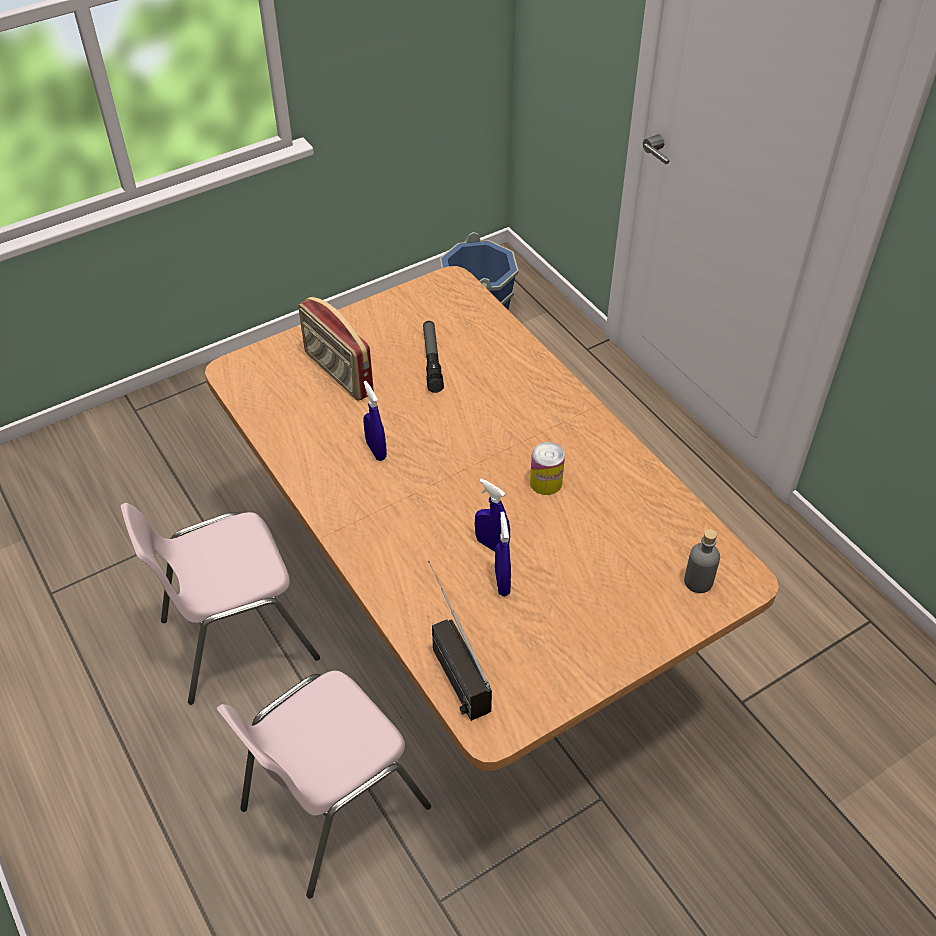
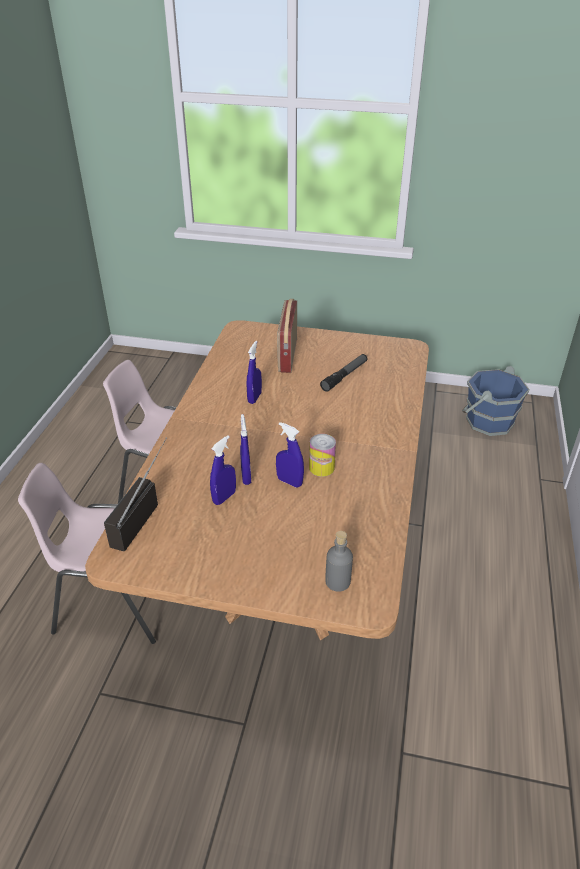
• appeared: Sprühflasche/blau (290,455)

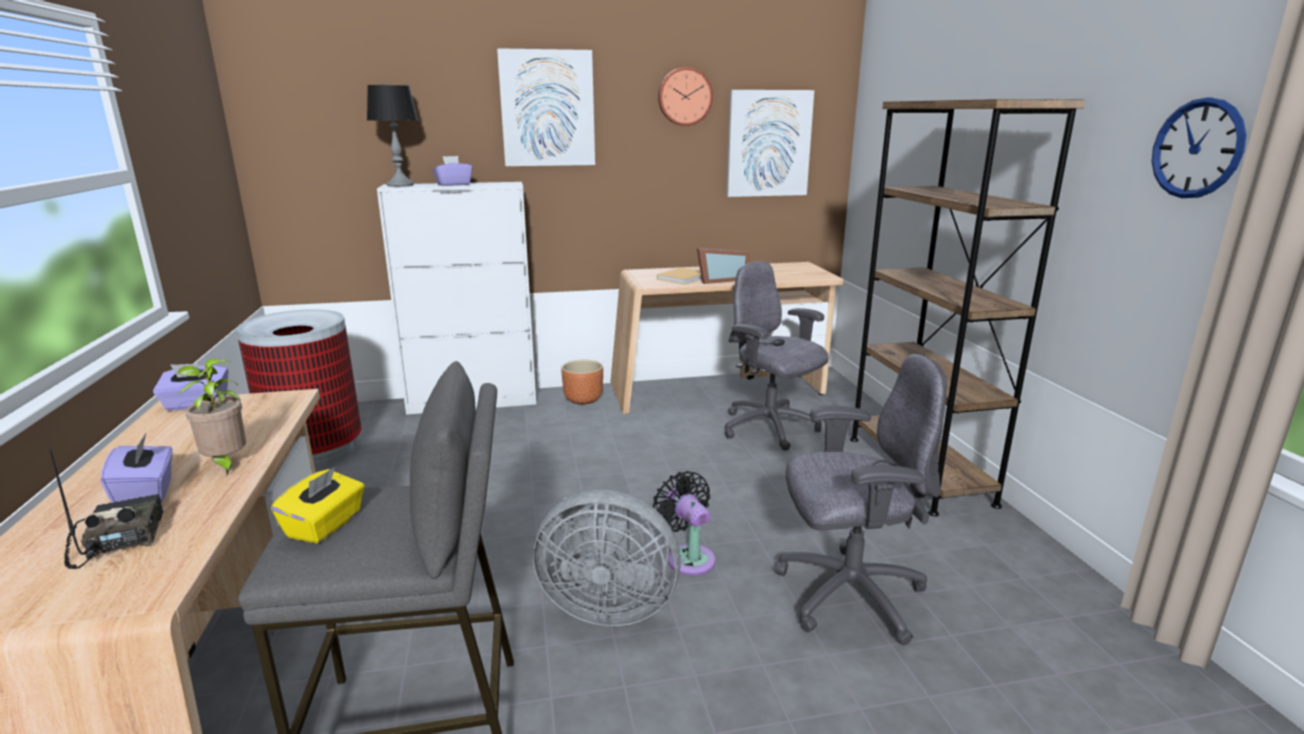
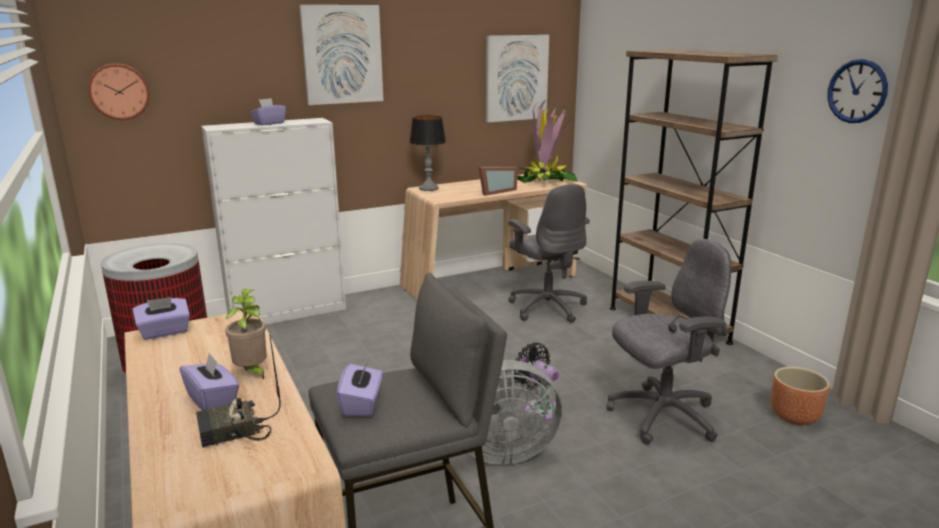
• spun: Radio (105,507) = (238,391) 75 degrees counterclockwise
• colour: Taschentuchbox/gelb (318,505) to Taschentuchbox/lila (360,389)
• relocated: Tischlampe (392,136) to (427,153)
• relocated: Pflanzkübel/braun (582,382) to (800,396)
• missing: Buch/beige (679,276)
• relocated: Wanduhr (685,96) to (119,91)
• spun: Bürostuhl/grau (777,356) = (549,253) 150 degrees counterclockwise
• appeared: Topfpflanze (547,141)

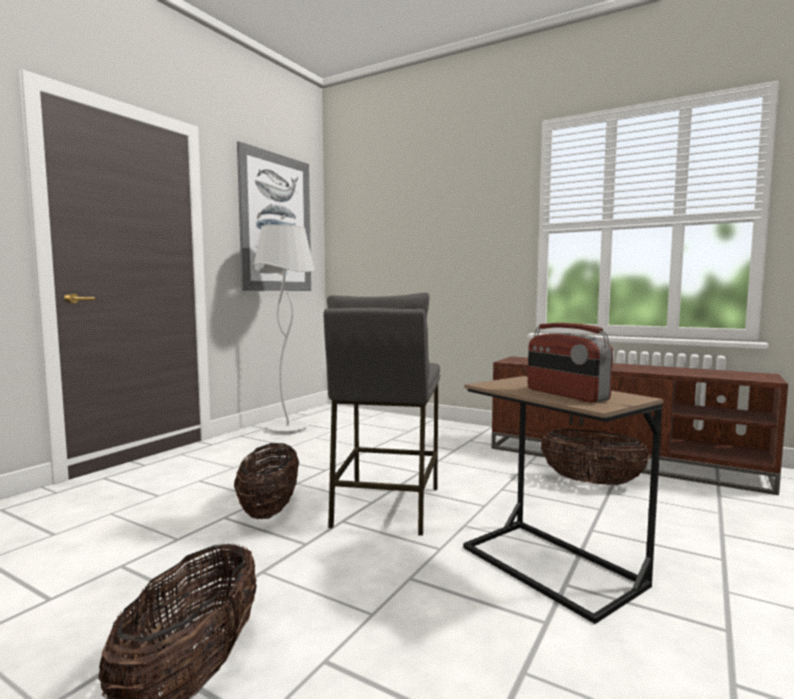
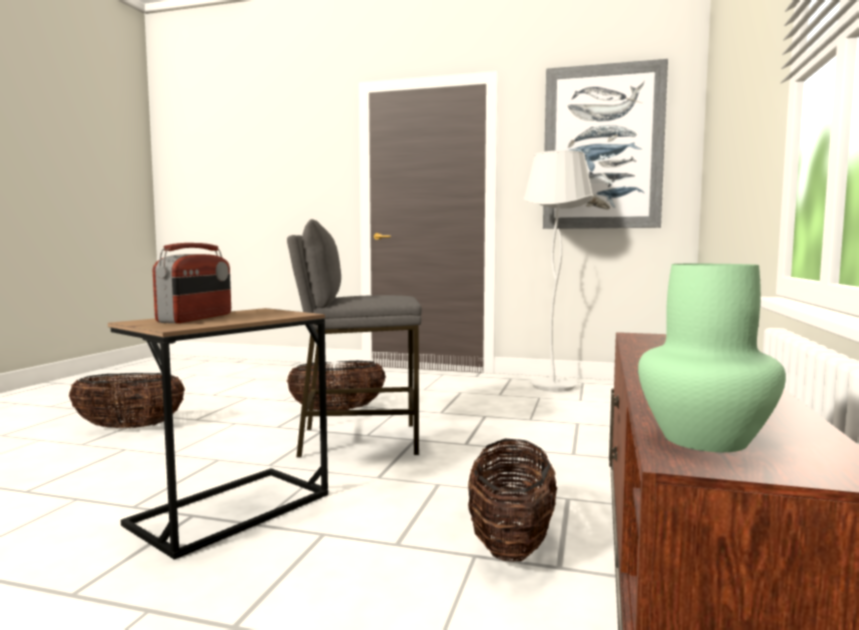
• spun: Radio (570,363) = (192,283) 150 degrees clockwise
• appeared: Vase/grün (712,358)

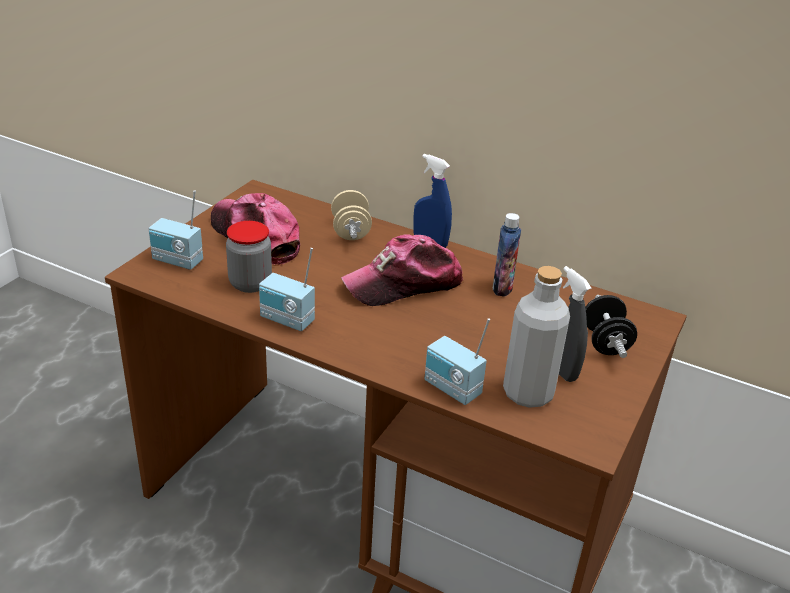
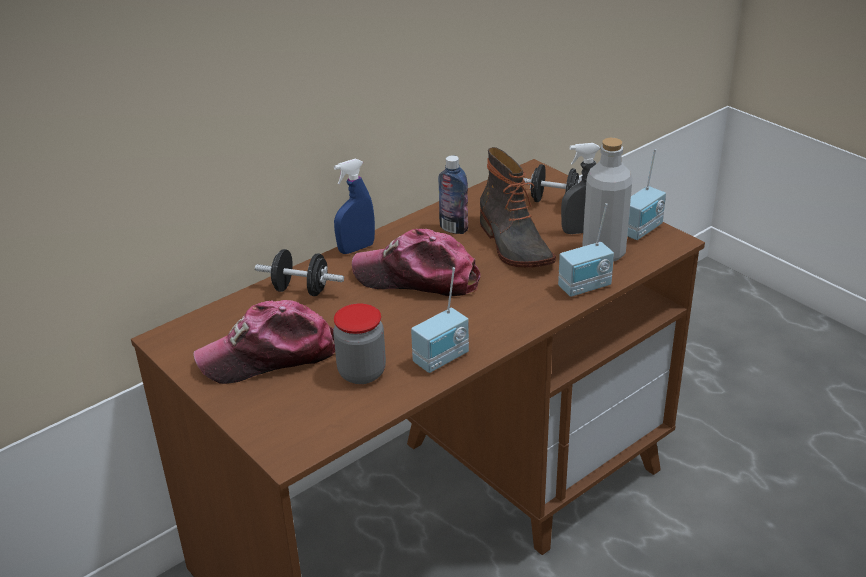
• relocated: Radio (175,230) to (646,194)
• colour: Hantel/beige (351,215) to Hantel/schwarz (299,272)
• spun: Kappe (402,270) = (416,262) 105 degrees clockwise
• appeared: Stiefel (518,207)

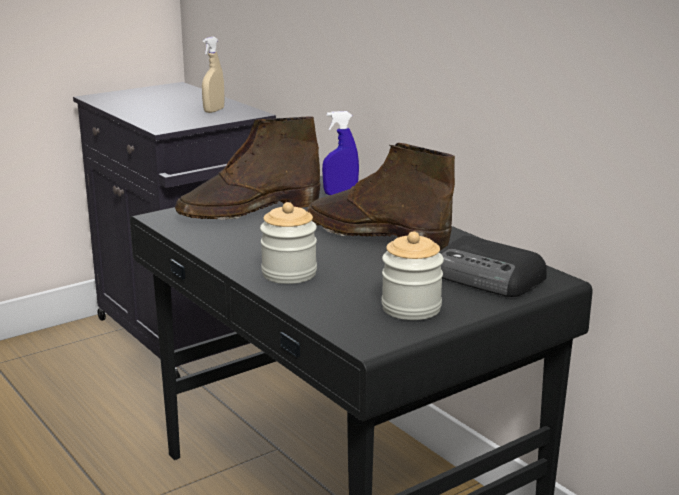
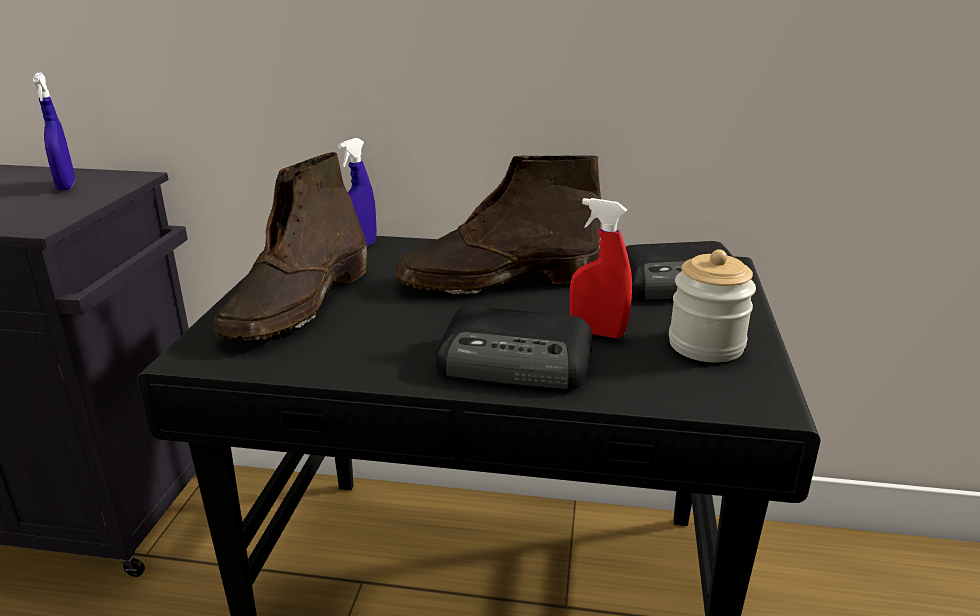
• colour: Sprühflasche/beige (213,75) to Sprühflasche/blau (54,131)
• exchanged: Vorratsglas (288,243) to Radio (514,348)
• appeared: Sprühflasche/rot (601,268)

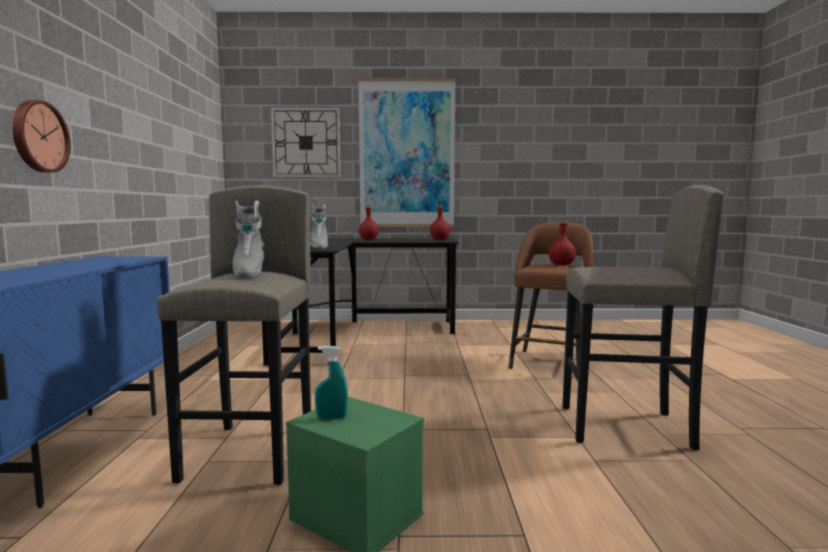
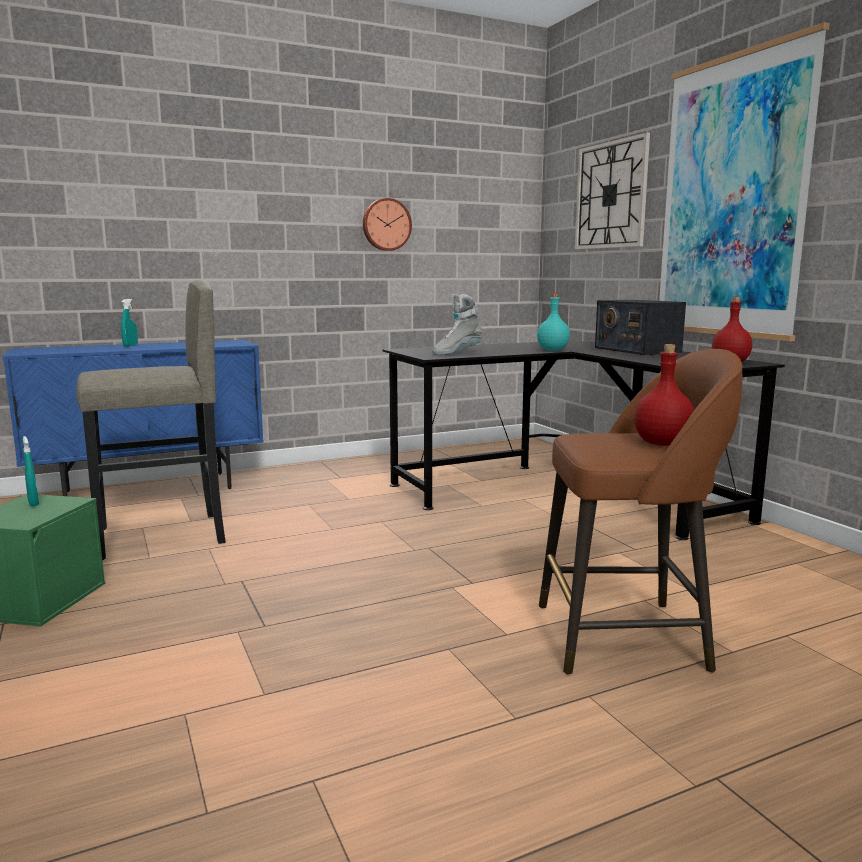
• relocated: Wanduhr (41,136) to (387,224)
• missing: Stiefel/grau (248,239)
• exchanged: Flasche/rot (369,222) to Radio (640,327)
• missing: Hocker/grau (643,317)
• appeared: Sprühflasche/türkis (129,323)
• appeared: Flasche/türkis (553,322)

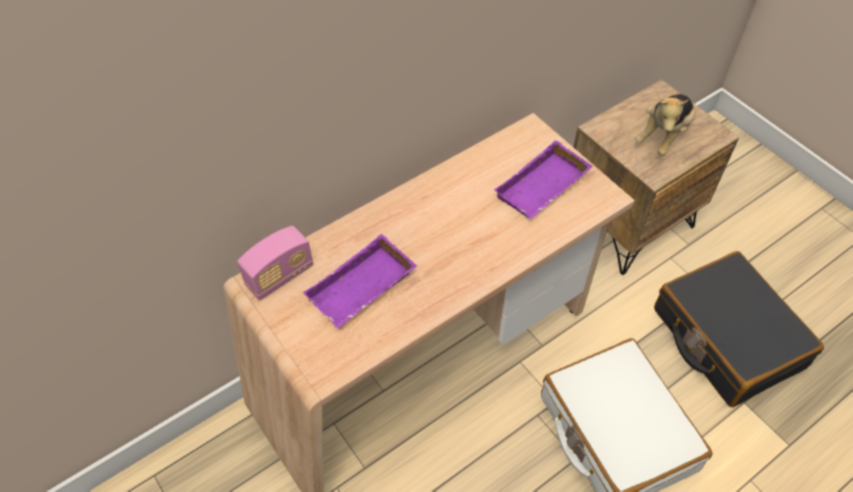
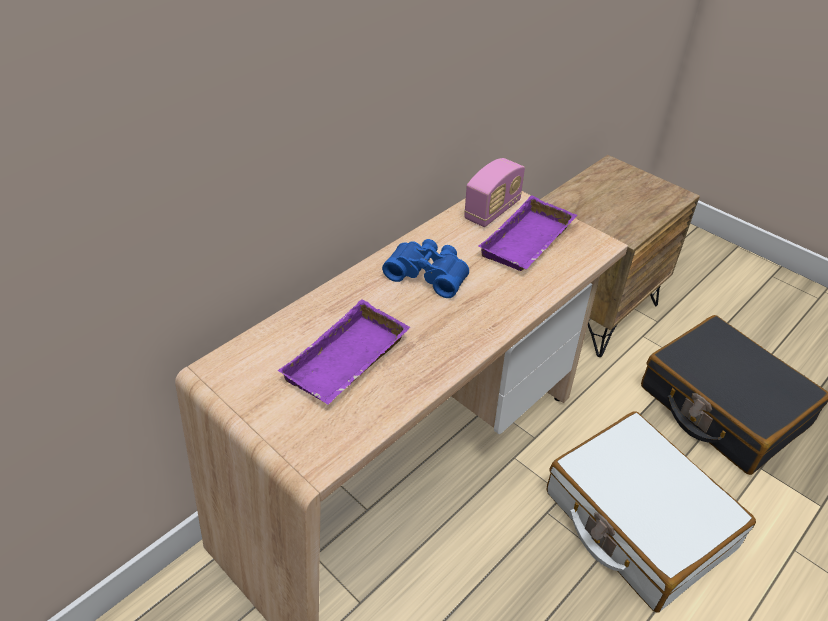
• relocated: Radio (275,263) to (494,192)
• missing: Plüschtier (665,125)
• appeared: Fernglas/blau (425,268)

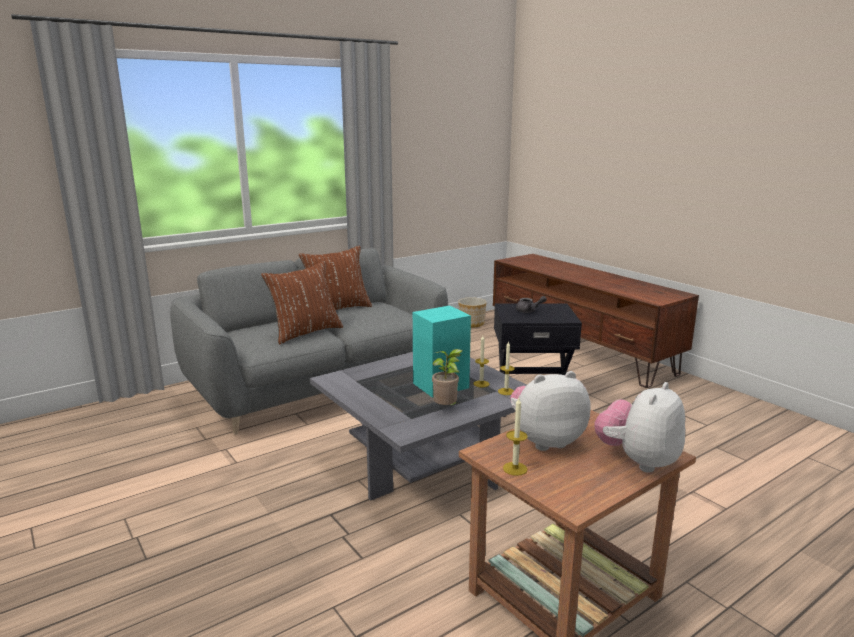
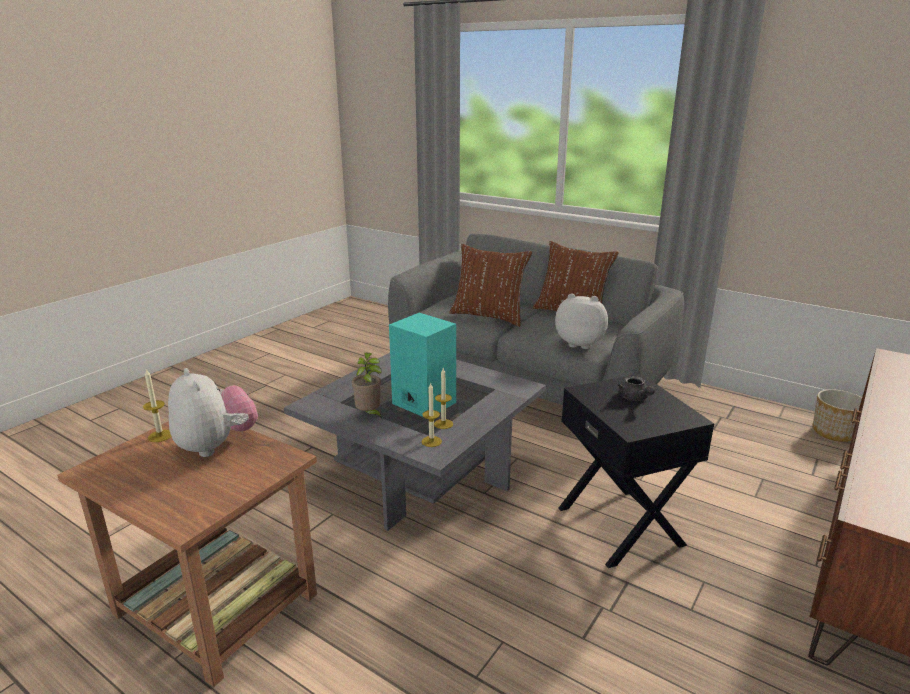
• relocated: Plüschtier (640,427) to (581,321)

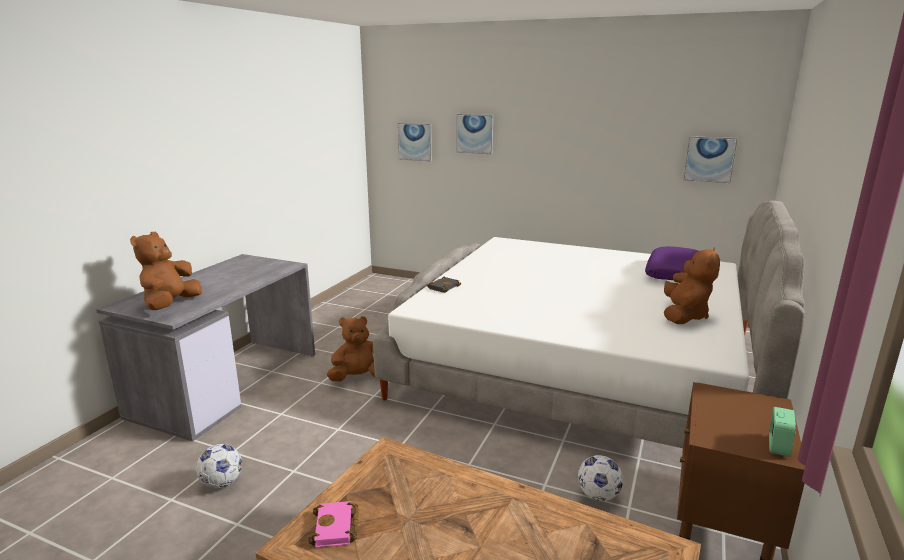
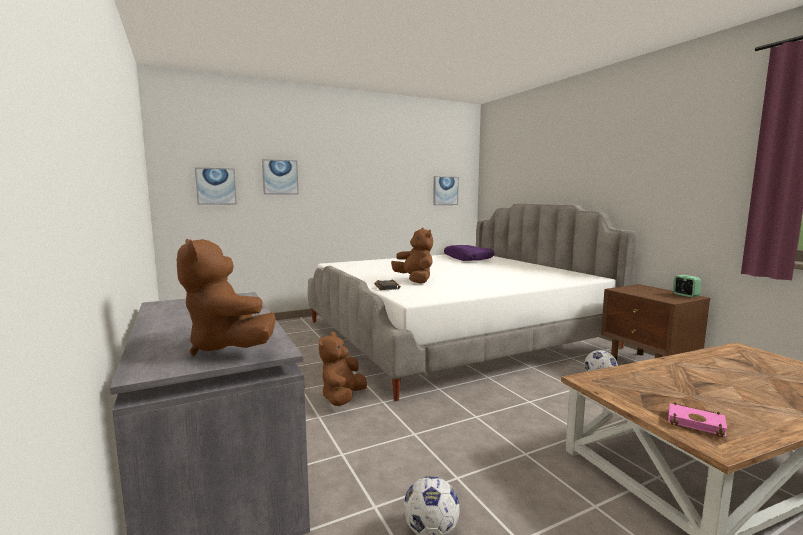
• relocated: Plüschtier/braun (692,285) to (412,256)

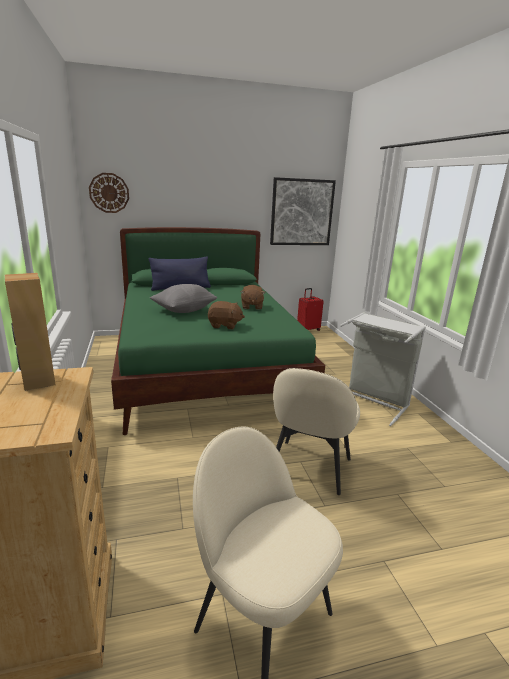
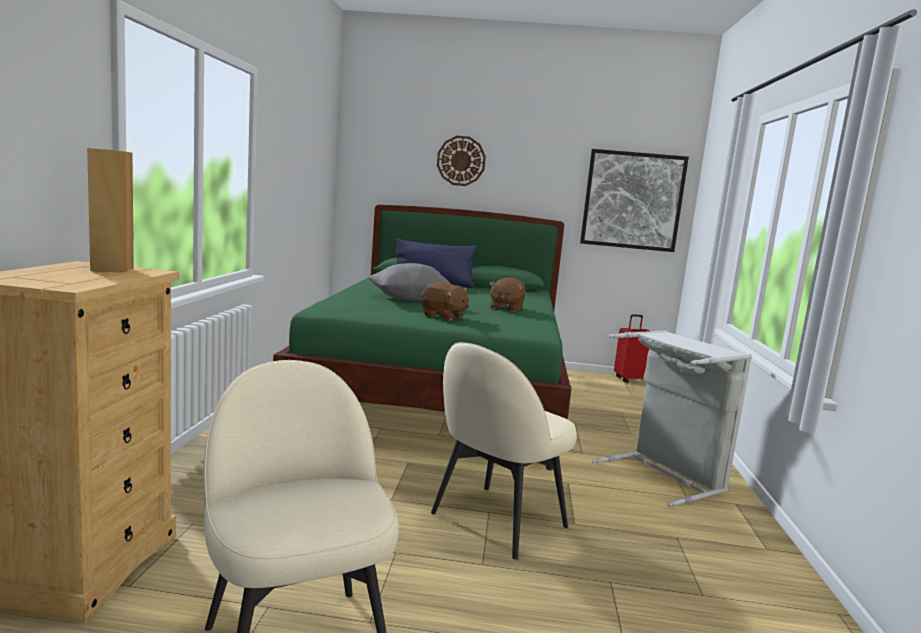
• relocated: Wanduhr (109,193) to (461,161)

